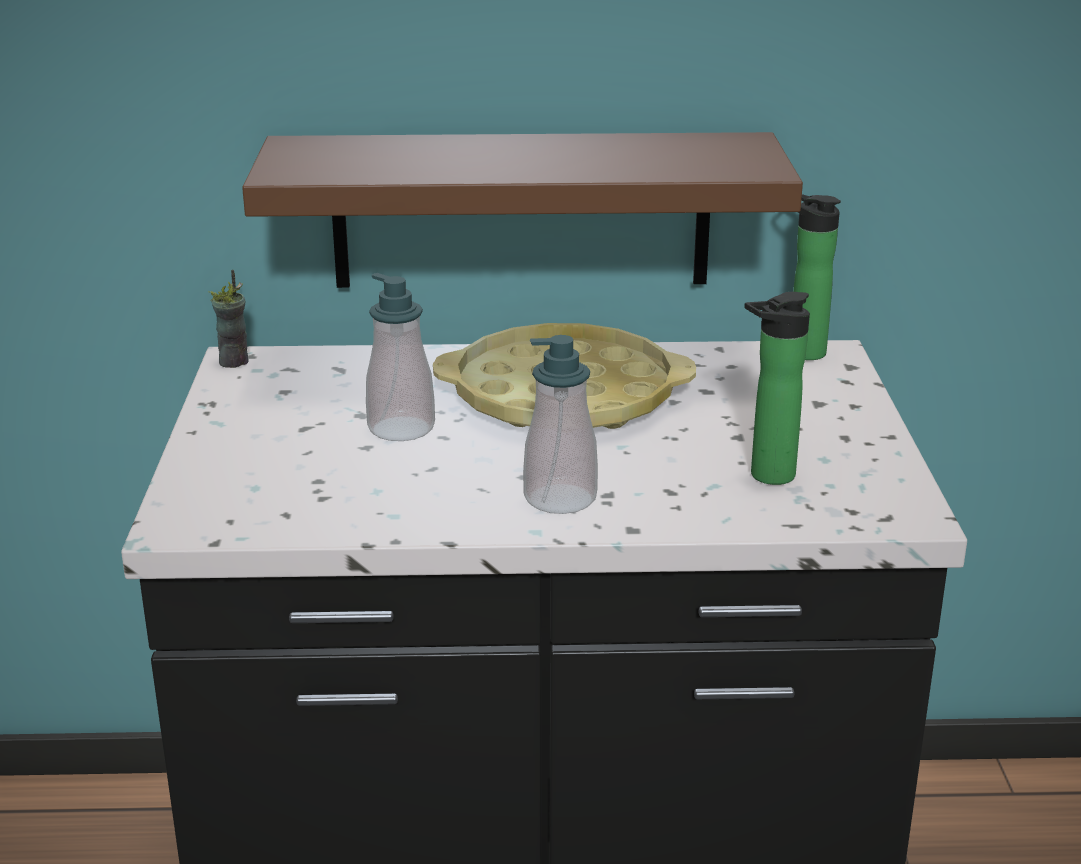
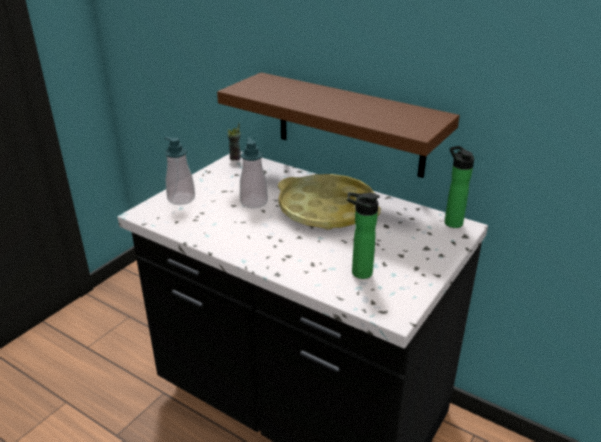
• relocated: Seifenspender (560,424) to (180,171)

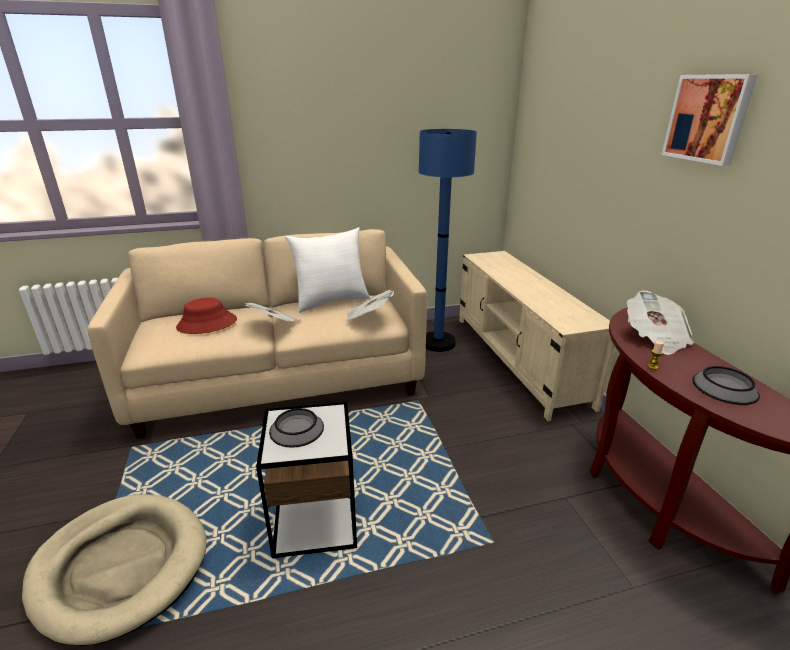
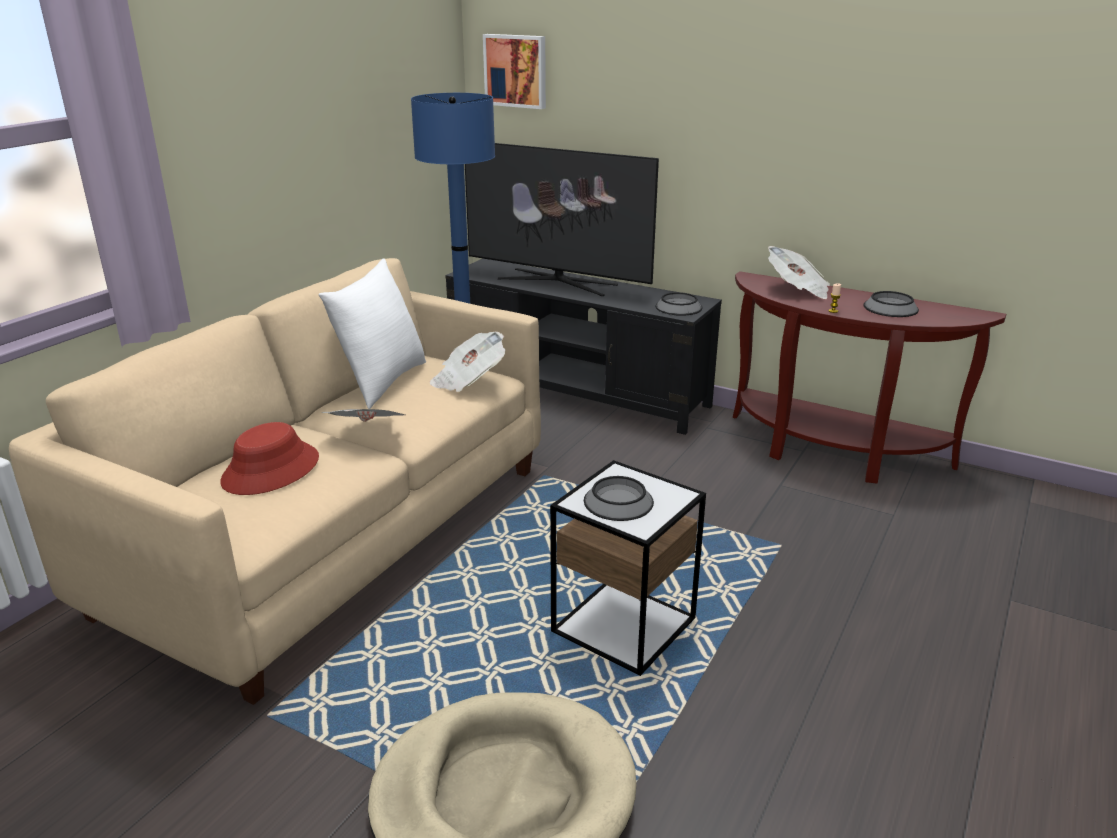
• colour: Fernsehschrank/beige (537,336) to Fernsehschrank/schwarz (583,347)
• relocated: Bild (710,120) to (514,71)
• appeared: Fernseher (562,219)
• appeared: Schüssel (678,304)

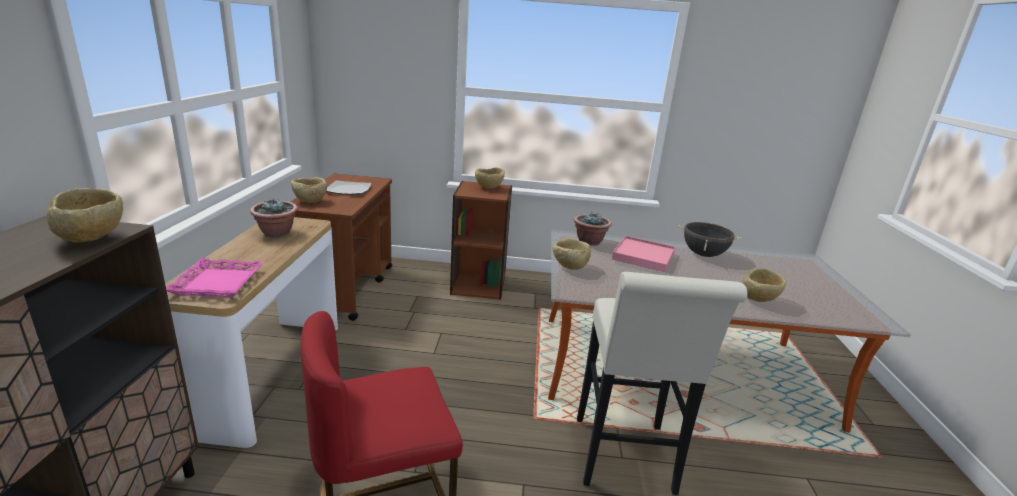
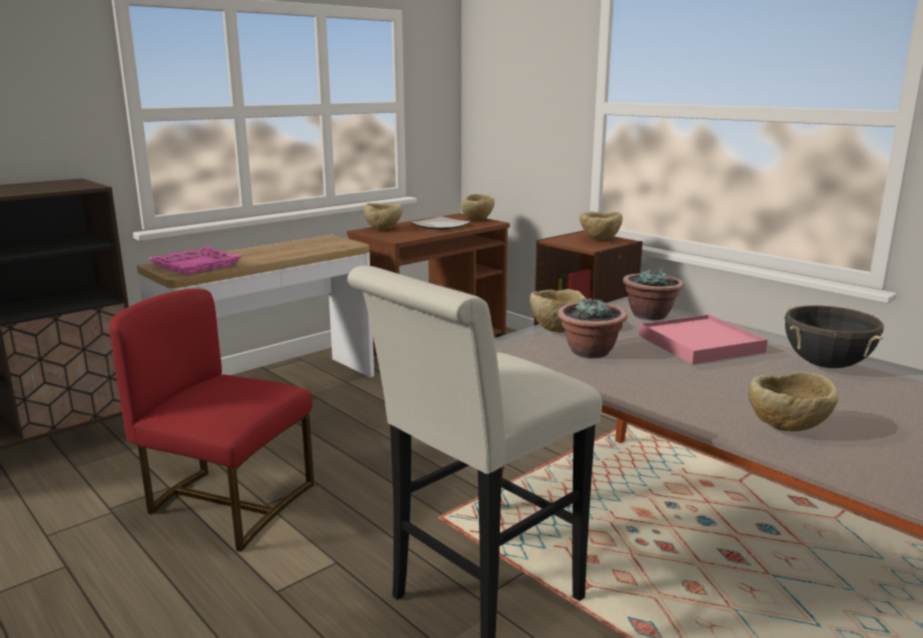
• relocated: Schüssel/beige (85,215) to (478,207)
• relocated: Topfpflanze (274,218) to (592,327)

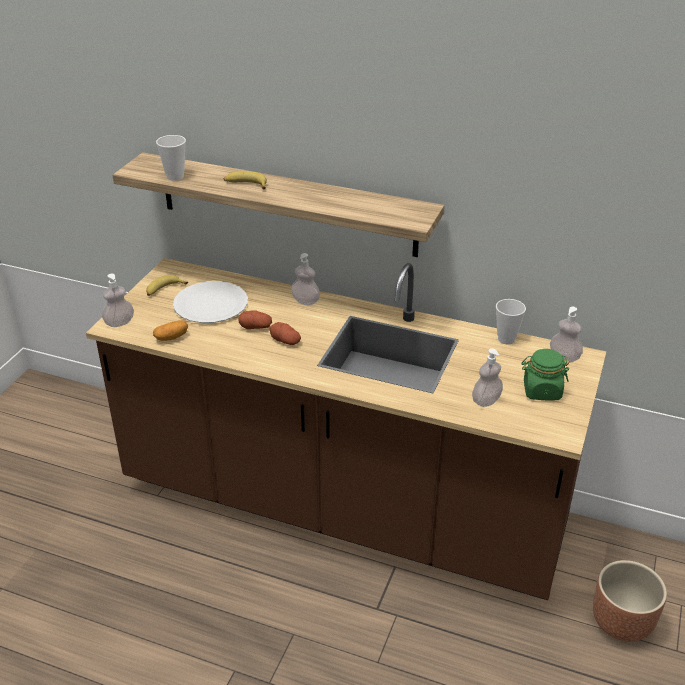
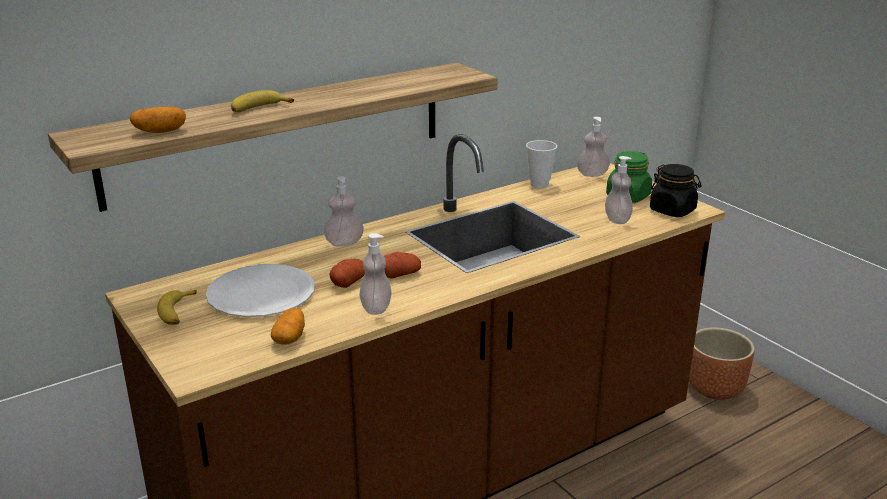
• relocated: Seifenspender (118,300) to (376,274)
• exchanged: Tasse (171,158) to Kartoffel (158,120)
• appeared: Vorratsglas/schwarz (676,190)

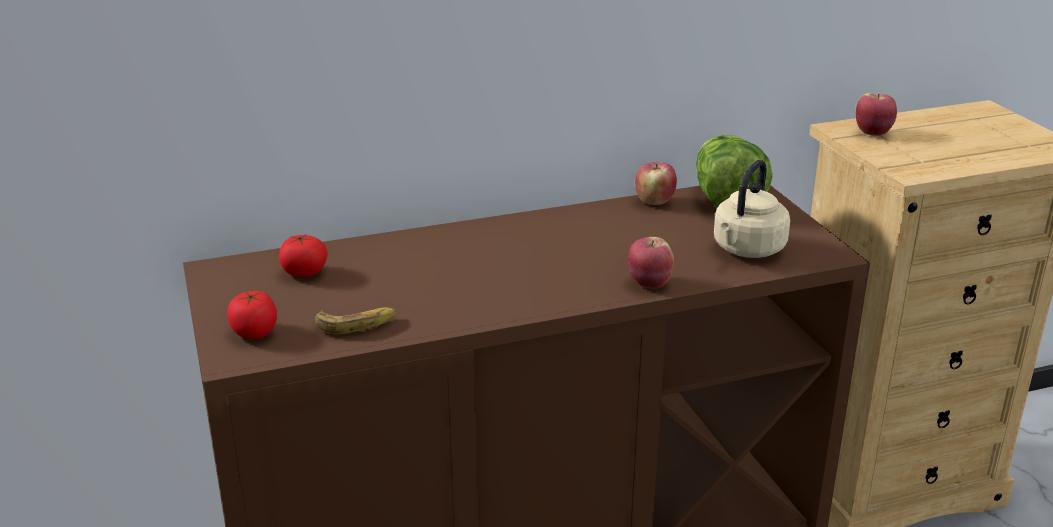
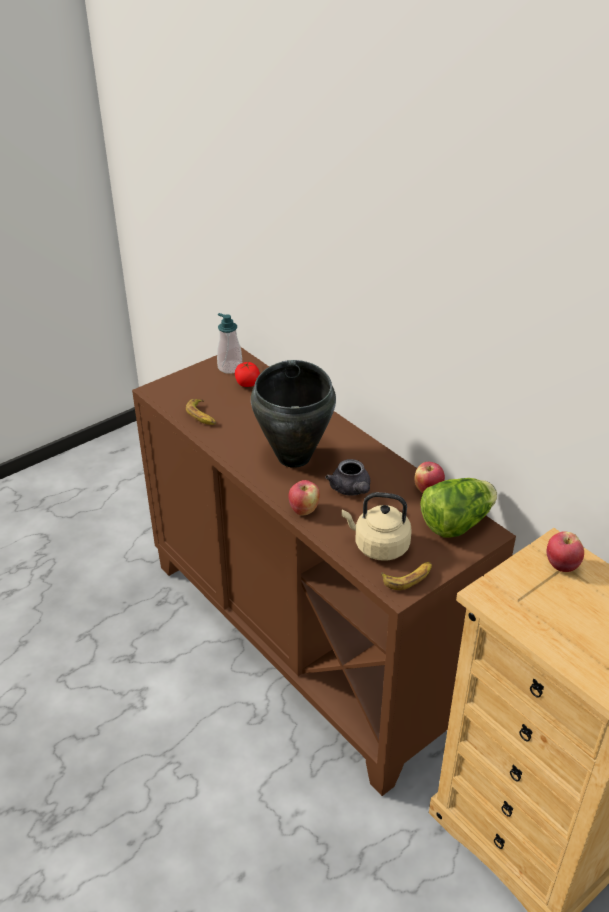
• missing: Tomate (252,315)
• appeared: Seifenspender (229,343)
• appeared: Kochtopf/schwarz (293,414)
• appeared: Teekanne/grau (348,477)
• appeared: Banane (406,576)

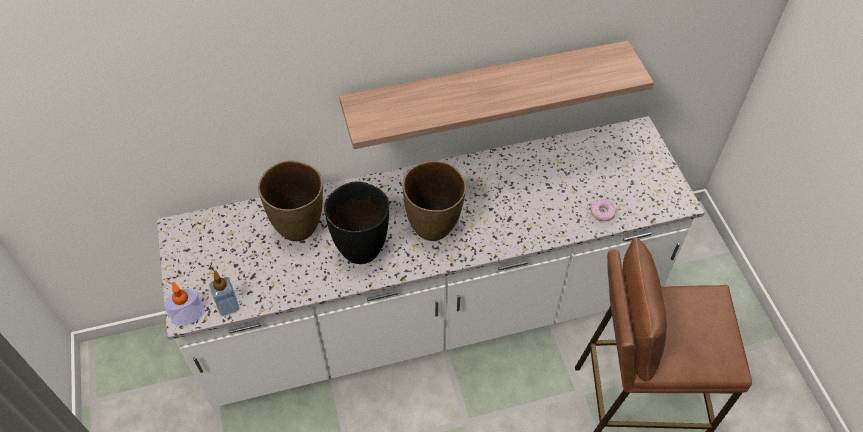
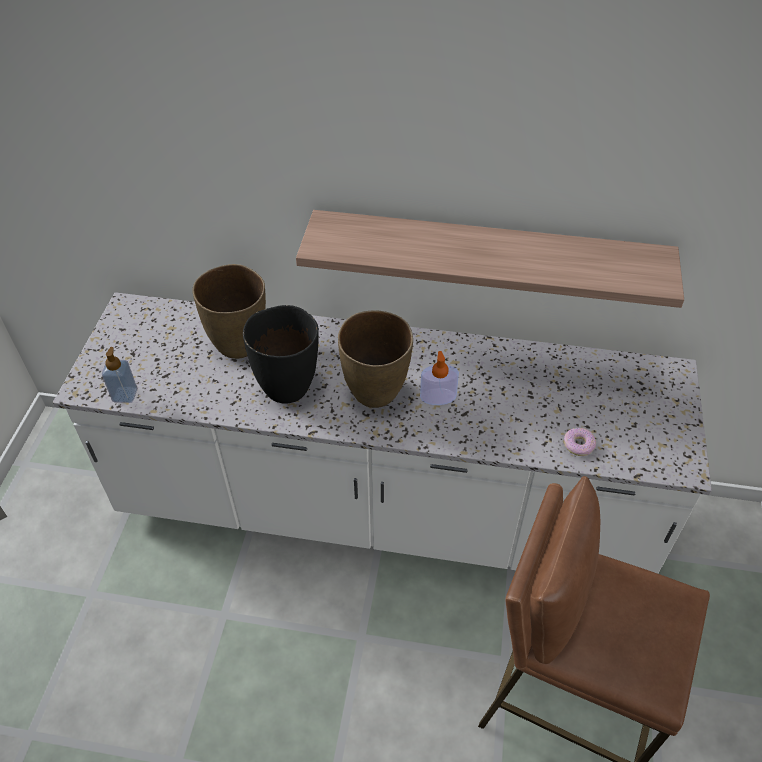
• relocated: Seifenspender (184,304) to (439,378)

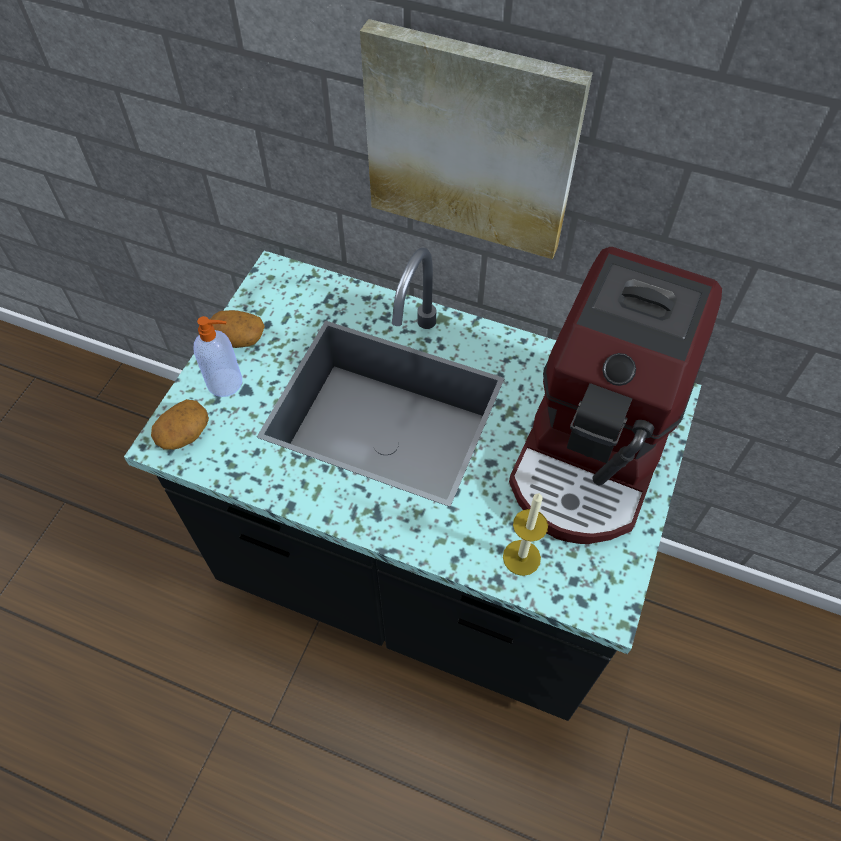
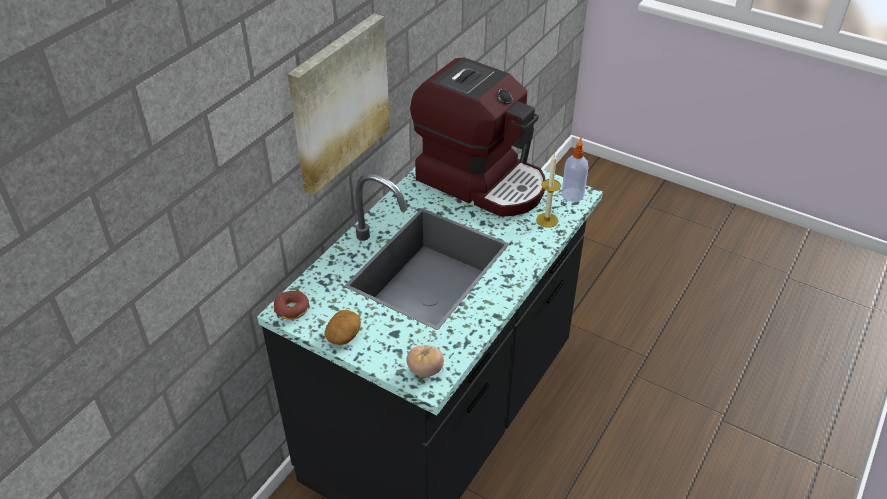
• exchanged: Kartoffel (180,424) to Tomate (425,361)
• relocated: Seifenspender (218,356) to (575,169)
• appeared: Donut (292,305)

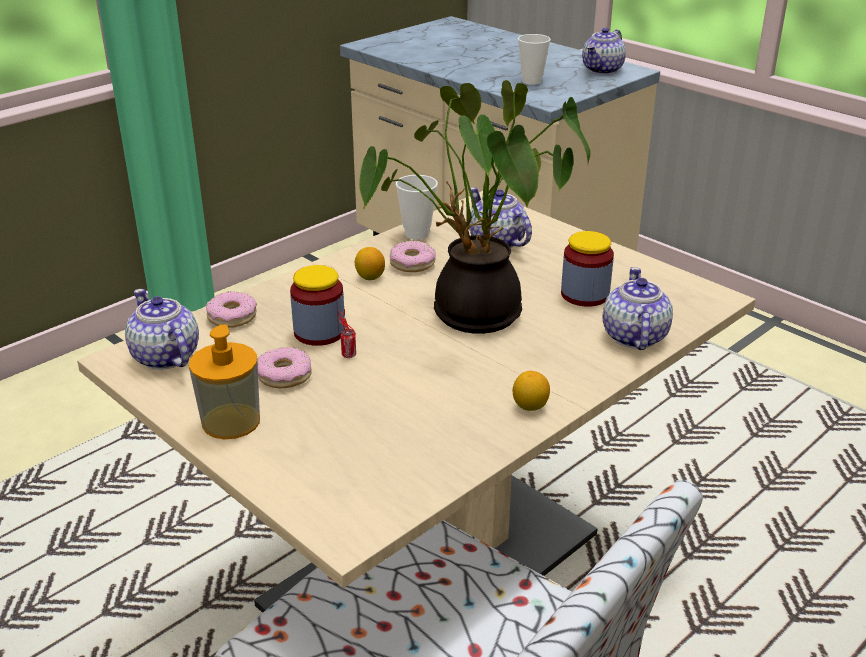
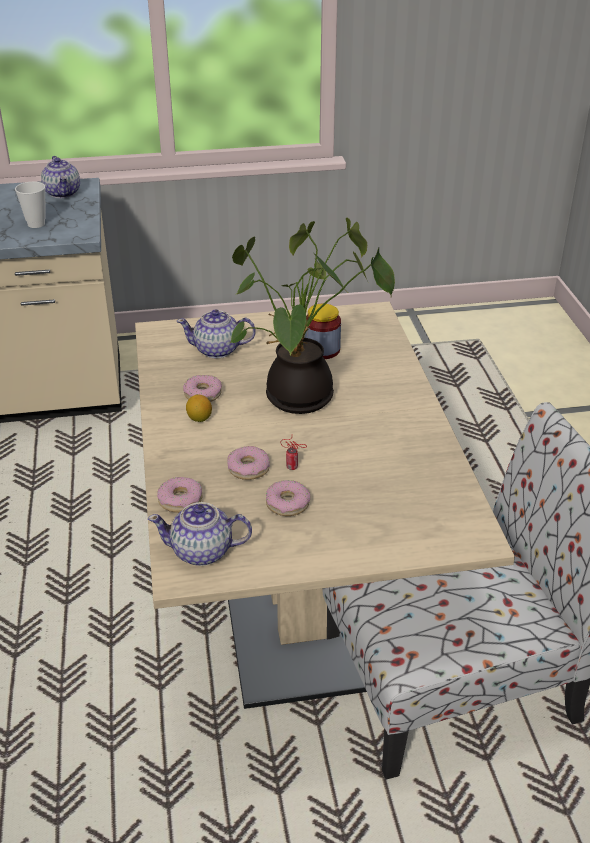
• missing: Seifenspender (224,382)
• exchanged: Vorratsglas (317,305) to Donut (248,463)
• missing: Tasse (417,207)
• missing: Zitrone (531,391)
• missing: Teekanne (638,308)

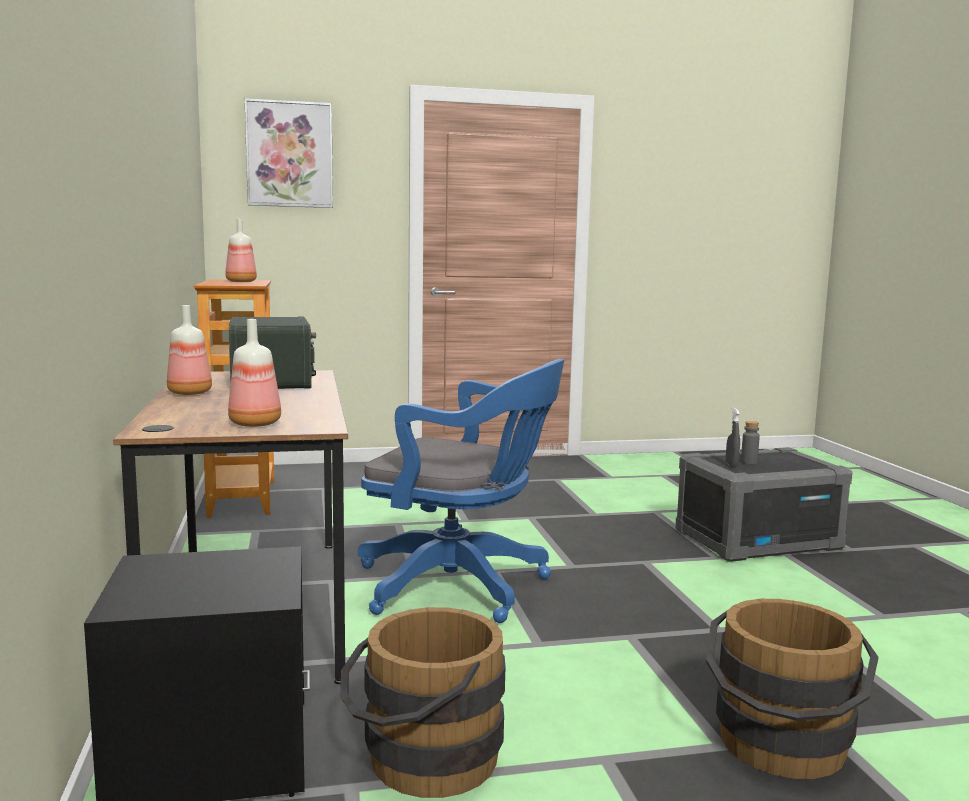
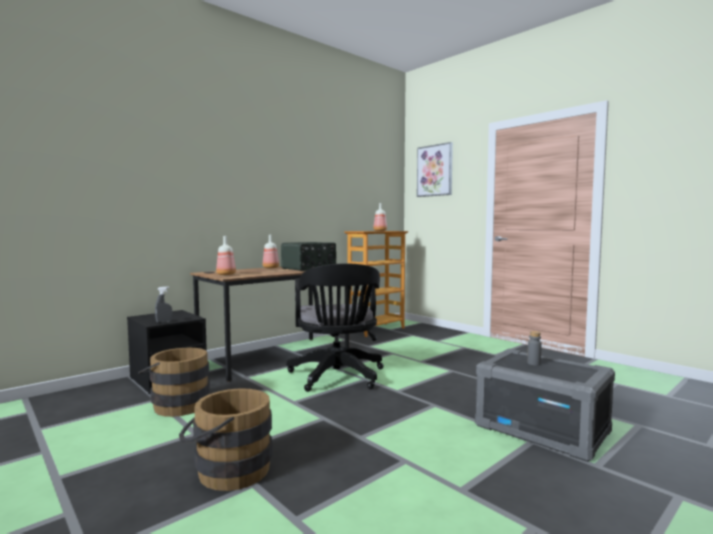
• colour: Bürostuhl/blau (461,491) to Bürostuhl/schwarz (335,327)
• relocated: Sprühflasche/grau (733,438) to (163,304)

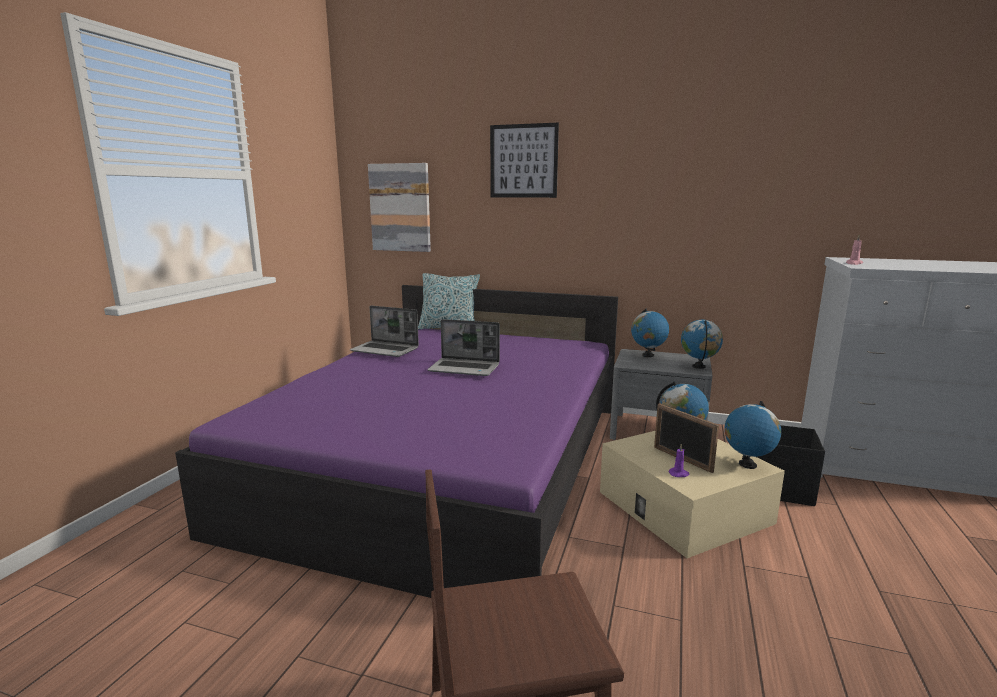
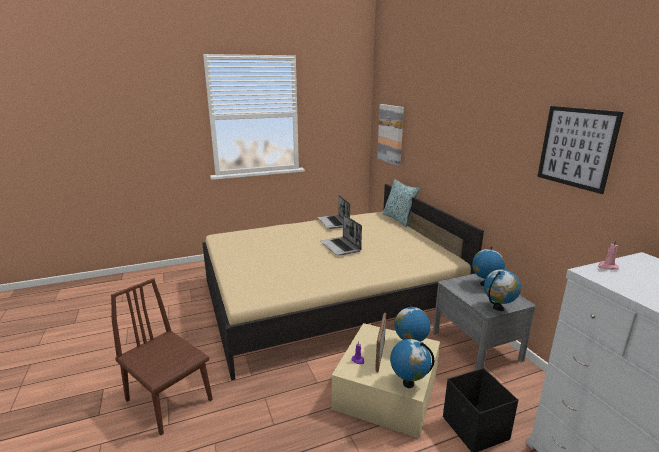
• colour: Bett/lila (396,441) to Bett/beige (343,282)
• relocated: Bild (524,160) to (580,150)

